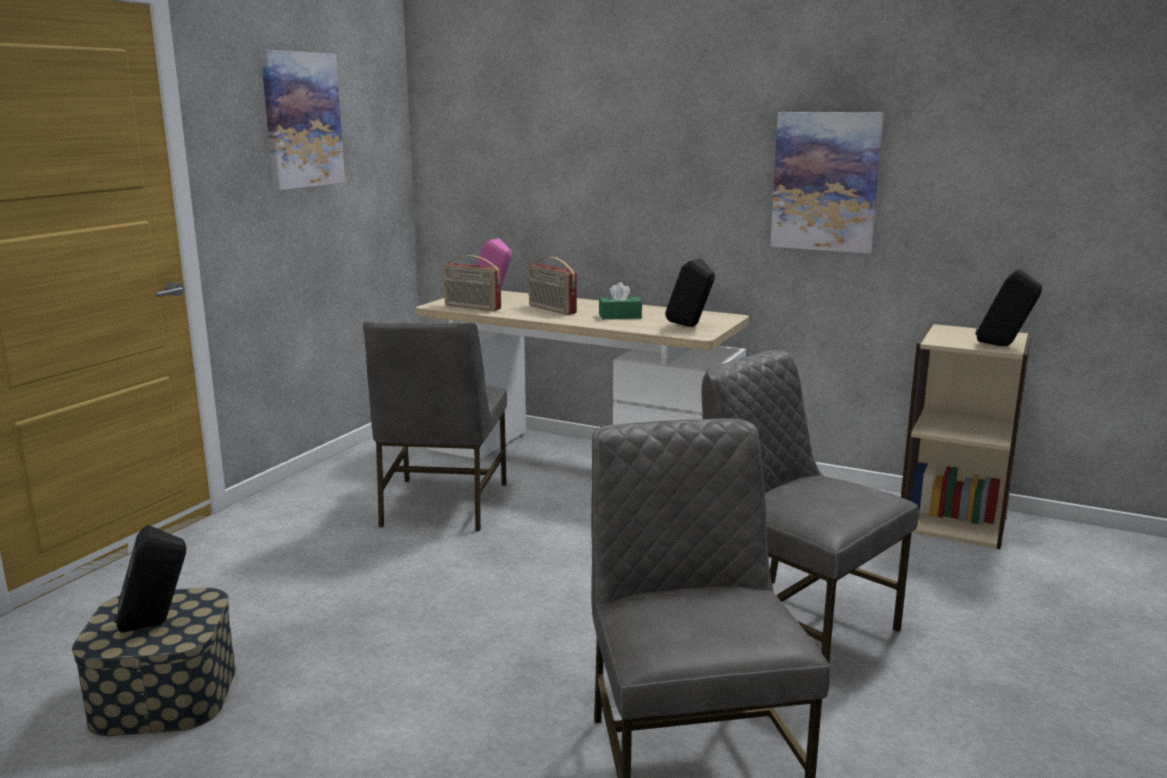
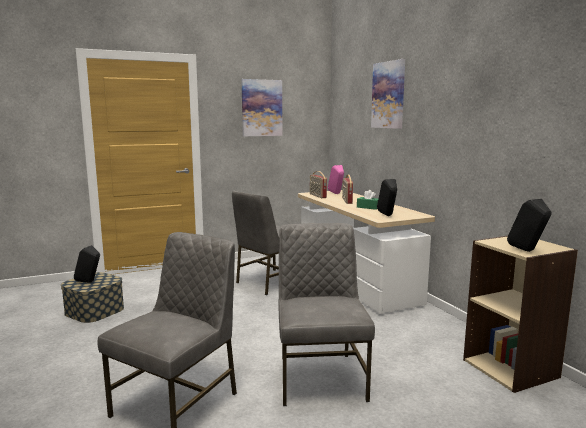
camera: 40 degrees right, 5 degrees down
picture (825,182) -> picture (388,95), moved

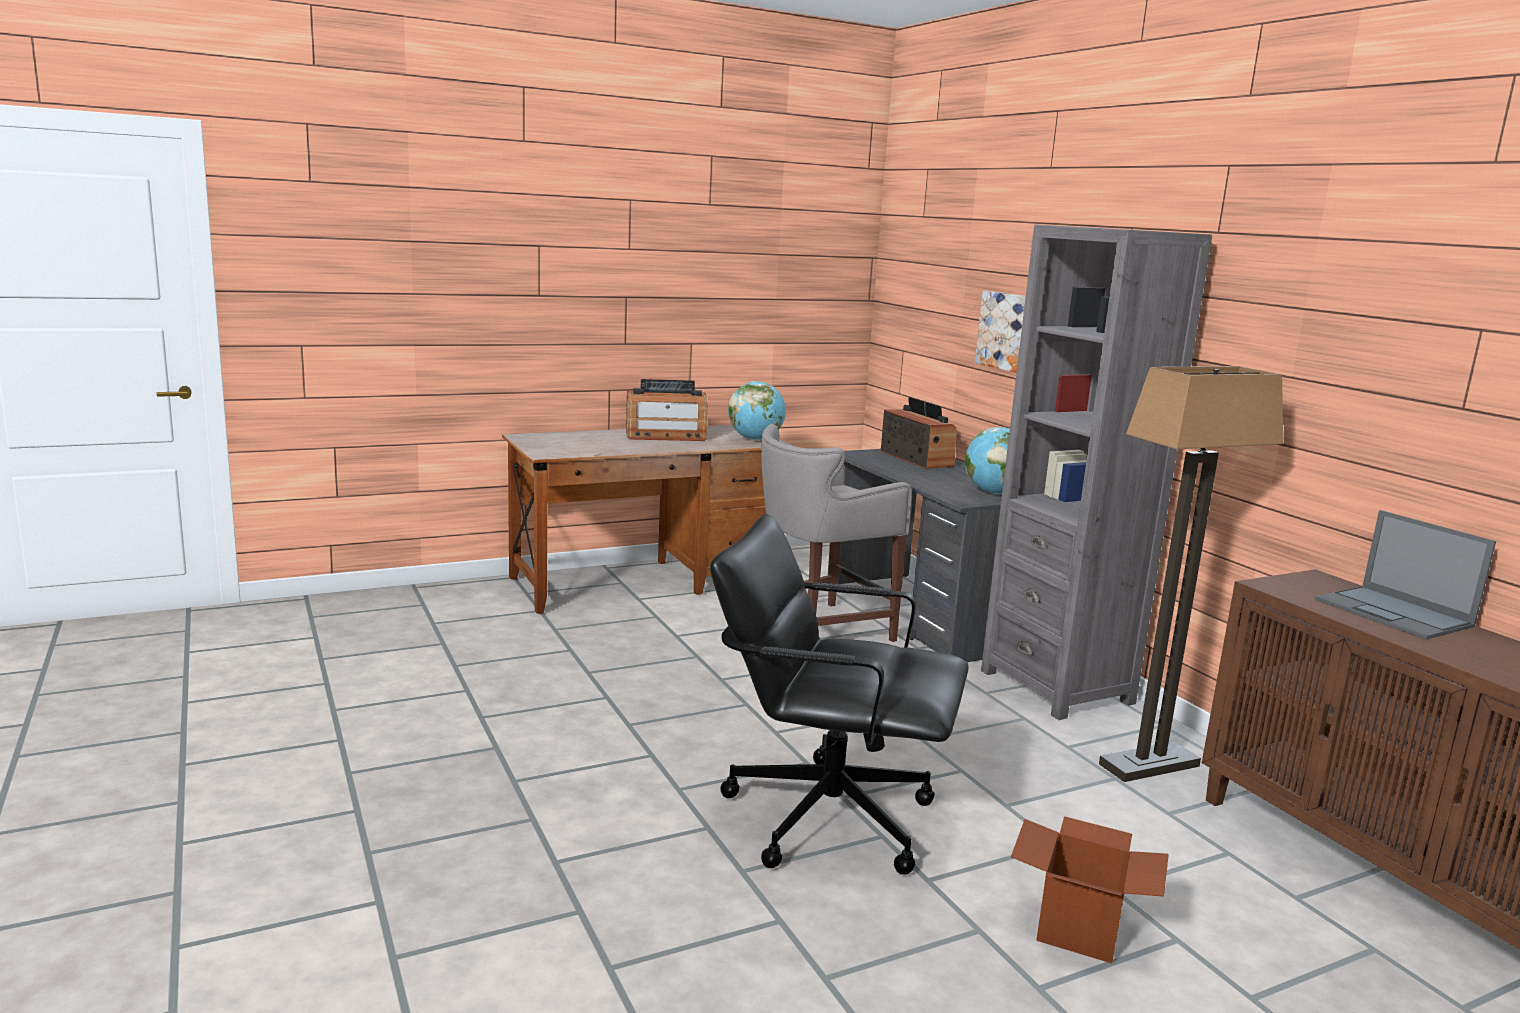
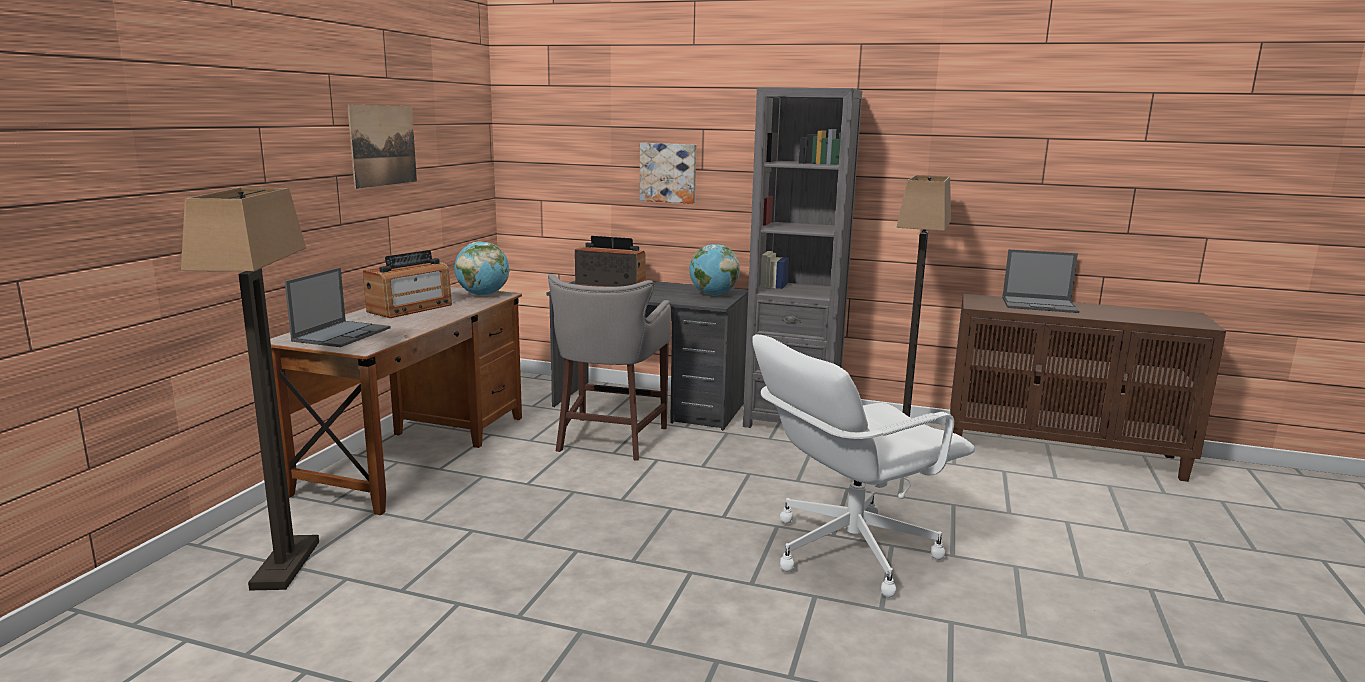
camera: 45 degrees left, 0 degrees up
cardboard box (1079,930) -> none
none -> floor lamp (286,565)
none -> laptop (342,334)
none -> picture (383,145)
black office chair (827,815) -> white office chair (849,550)

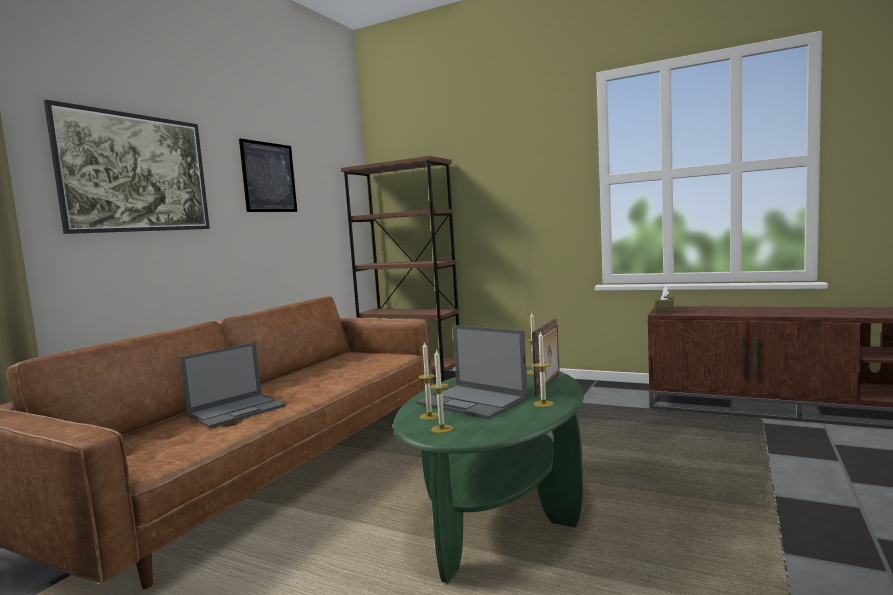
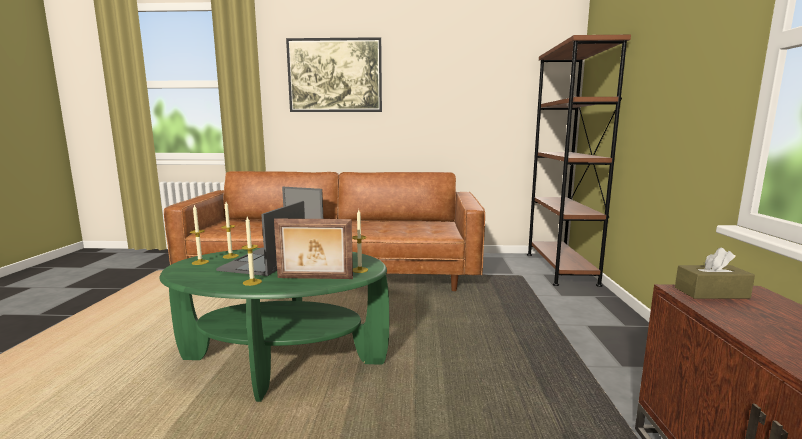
camera: 65 degrees right, 5 degrees up
picture (269,177) -> none

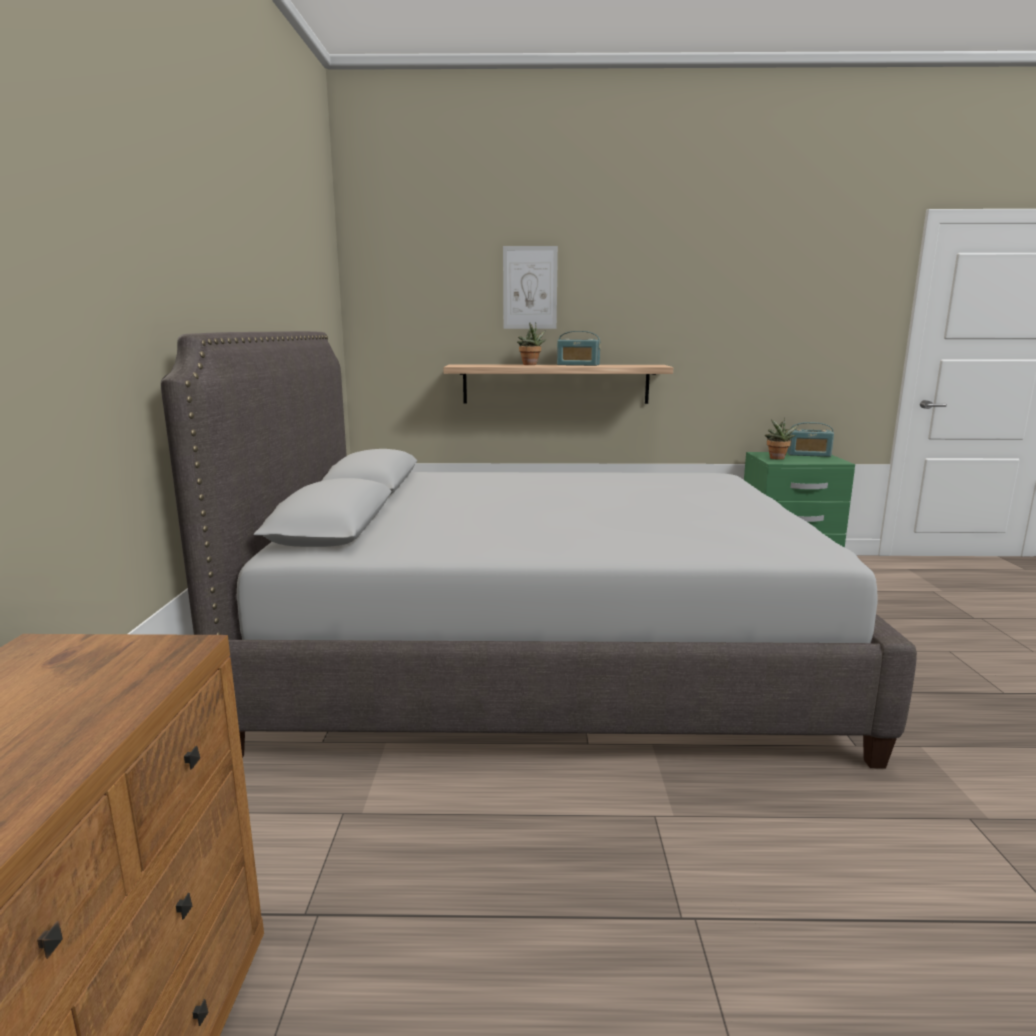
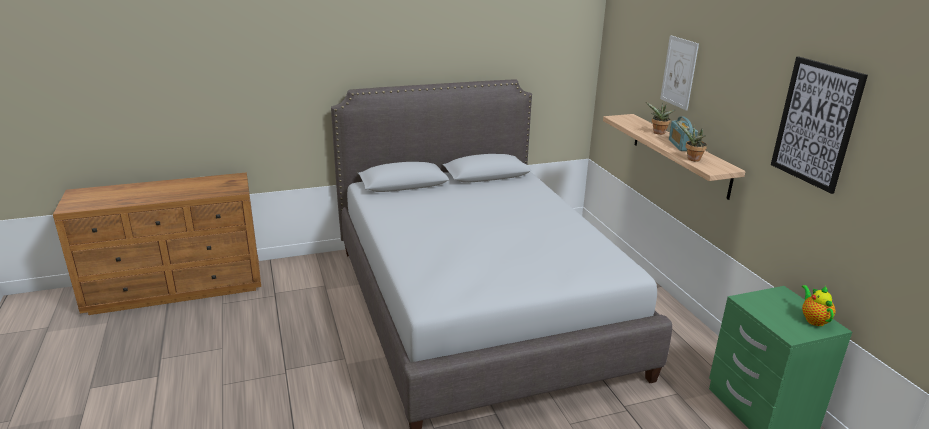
camera: 70 degrees right, 10 degrees up
none -> picture (816,123)
potted plant (777,458) -> potted plant (691,159), moved
radio (808,454) -> teapot (813,319)

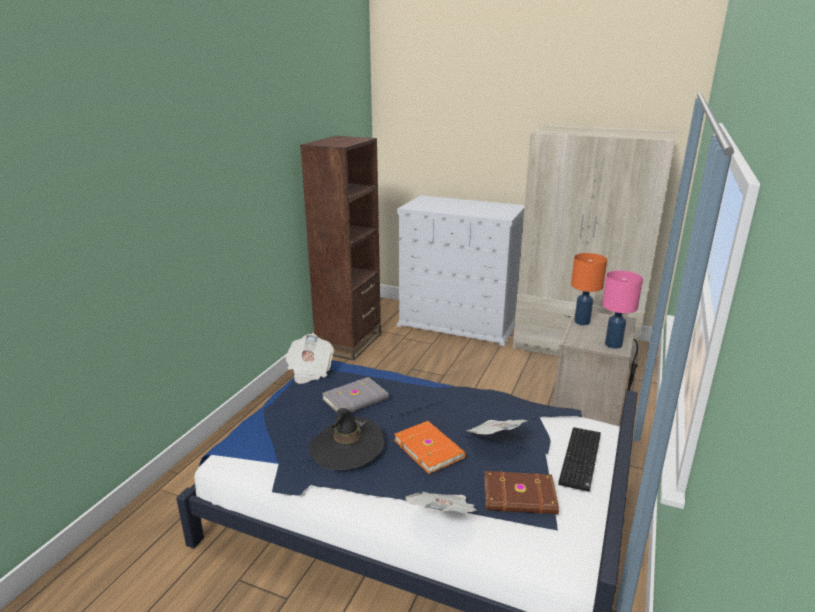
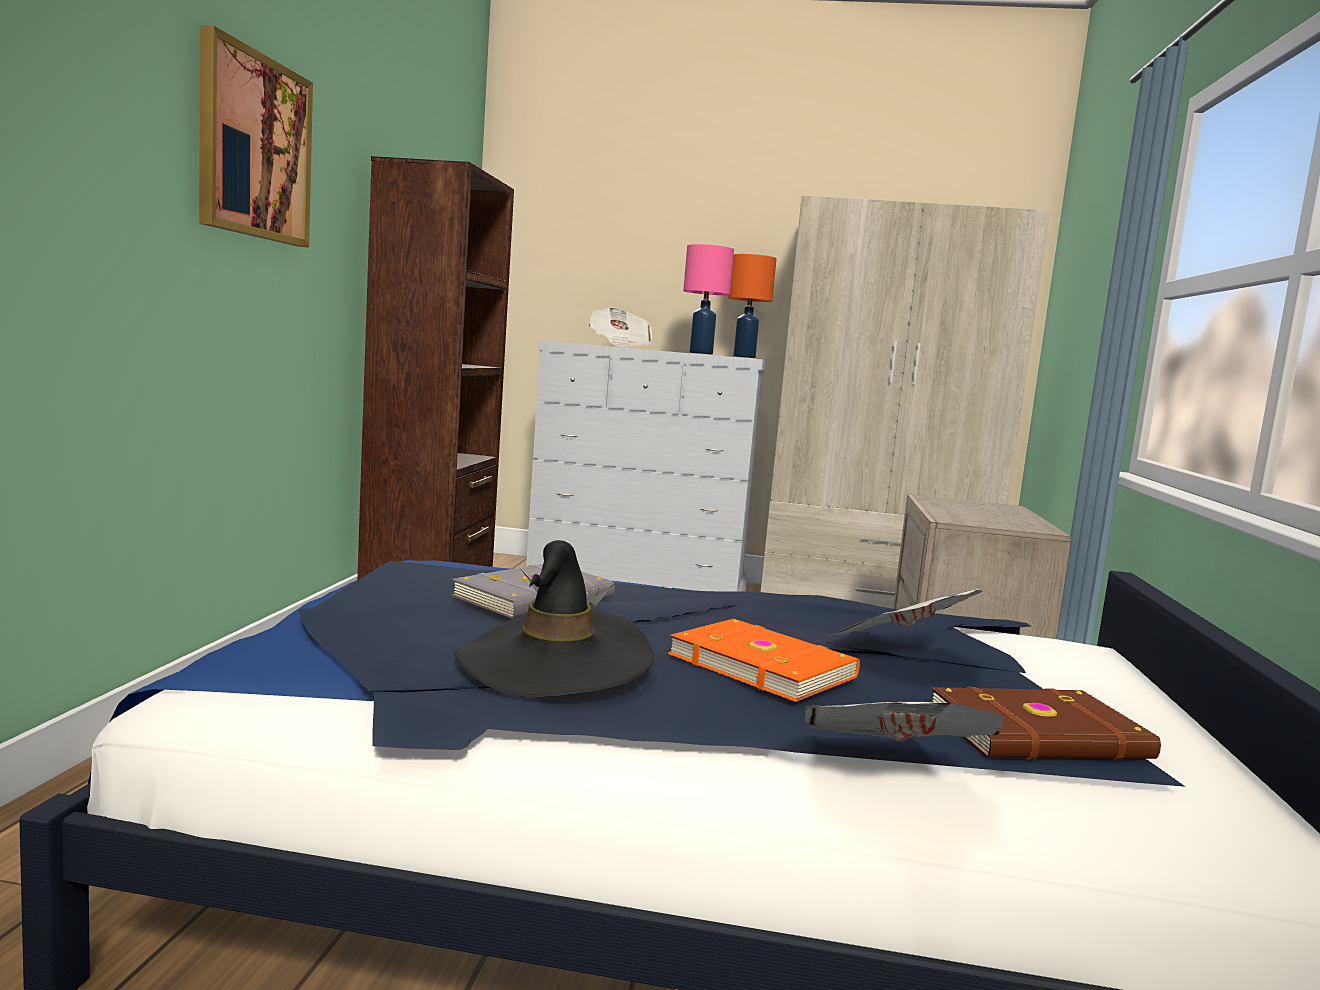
camera: 15 degrees left, 15 degrees down
keyboard (581,460) -> none
none -> picture (254,147)
newspaper (309,371) -> newspaper (619,346), moved
orange table lamp (581,322) -> orange table lamp (743,357), moved
pink table lamp (613,344) -> pink table lamp (700,353), moved

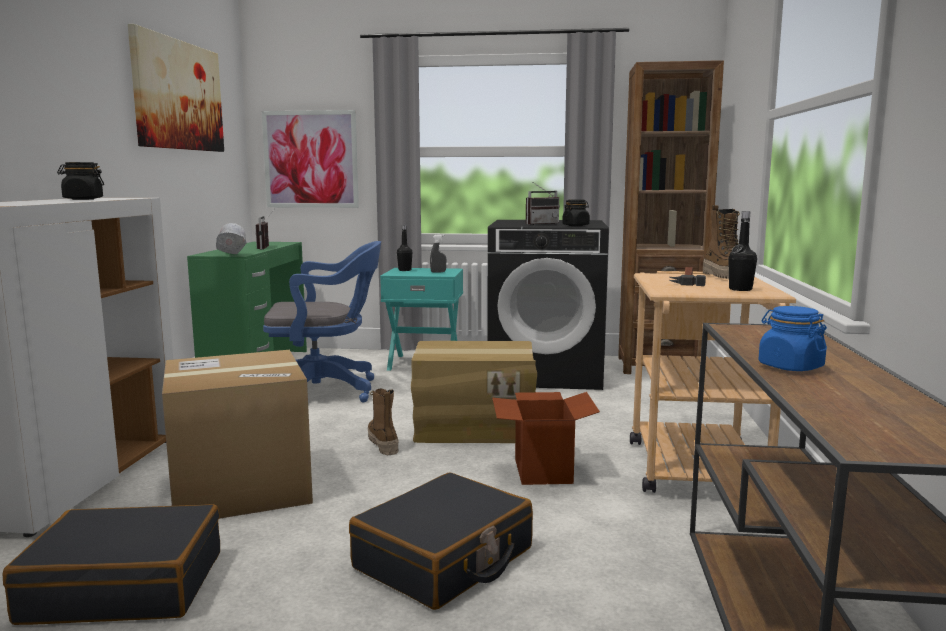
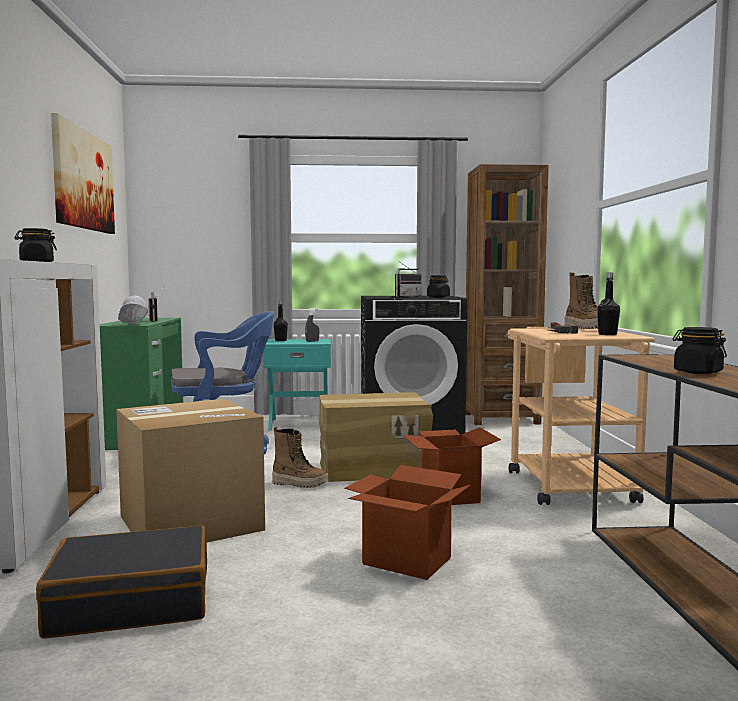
camera: 10 degrees left, 5 degrees down
picture (310,159) -> none
black suitcase (444,559) -> cardboard box (406,561)
blue jar (790,367) -> black jar (697,372)
boot (383,444) -> boot (300,484), 135 degrees clockwise

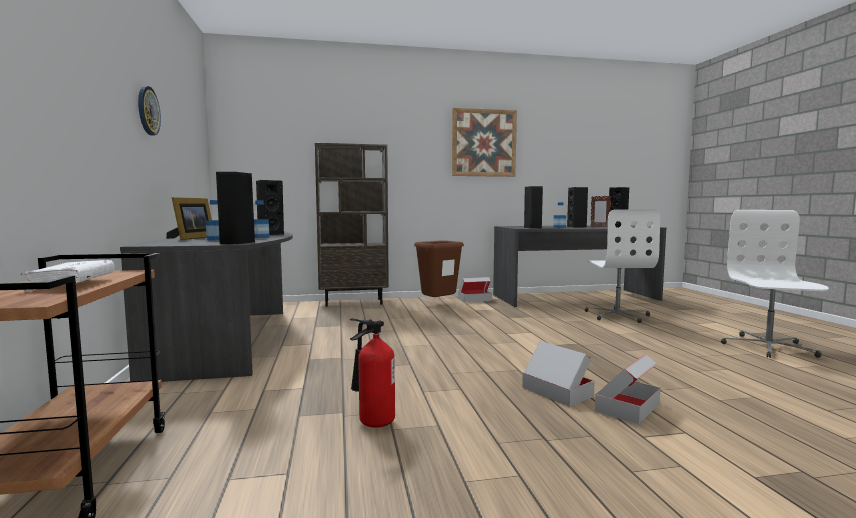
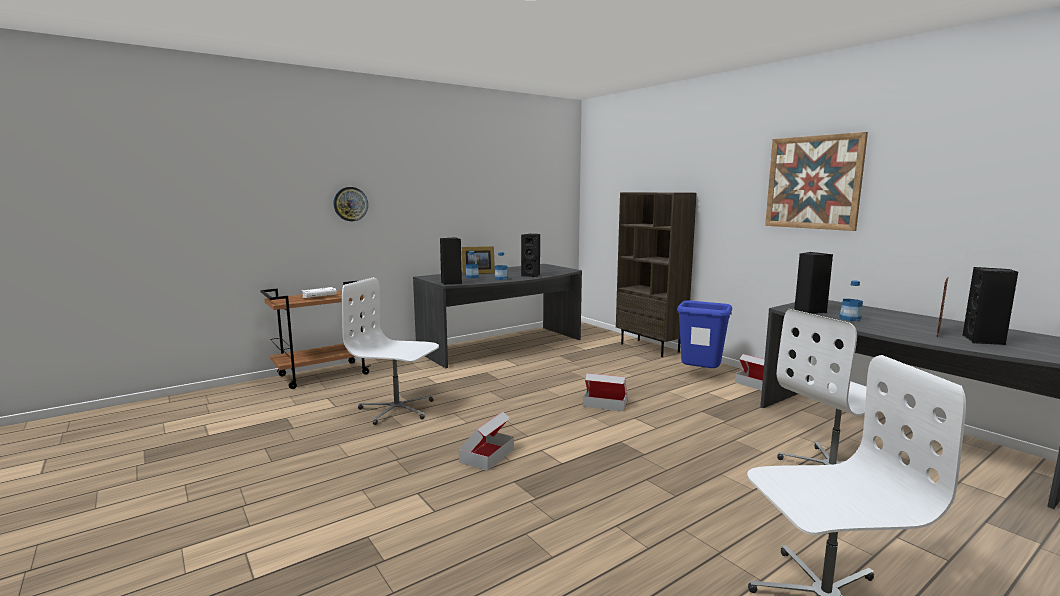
camera: 65 degrees right, 5 degrees up
black speaker (577,227) -> none
wall clock (148,111) -> wall clock (350,204), moved
cardboard box (627,407) -> cardboard box (605,403), moved
fire extinguisher (371,422) -> white office chair (397,410)
brown trash can (439,305) -> blue trash can (700,375)

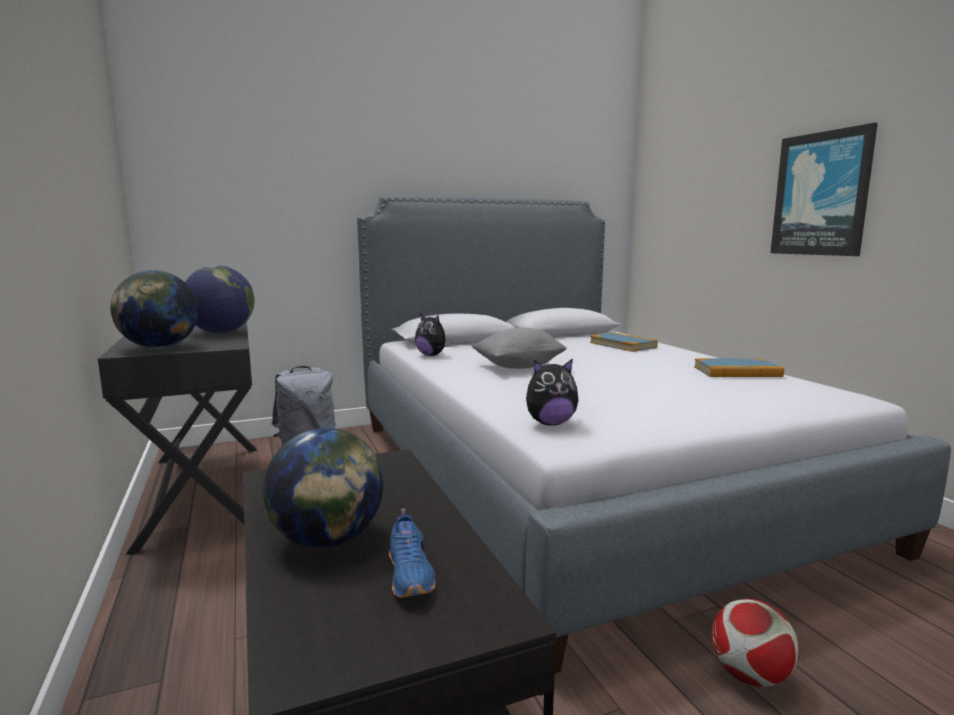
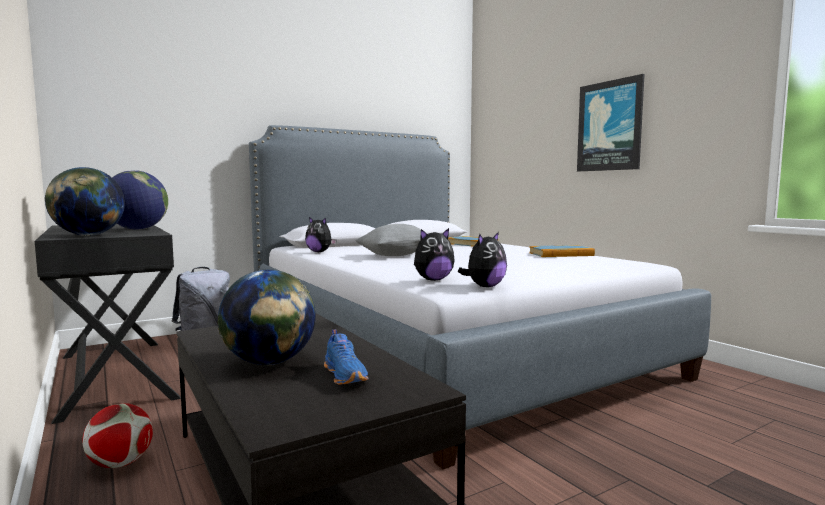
camera: 10 degrees left, 5 degrees down
none -> plush toy (484,286)
football (749,675) -> football (120,463), moved

